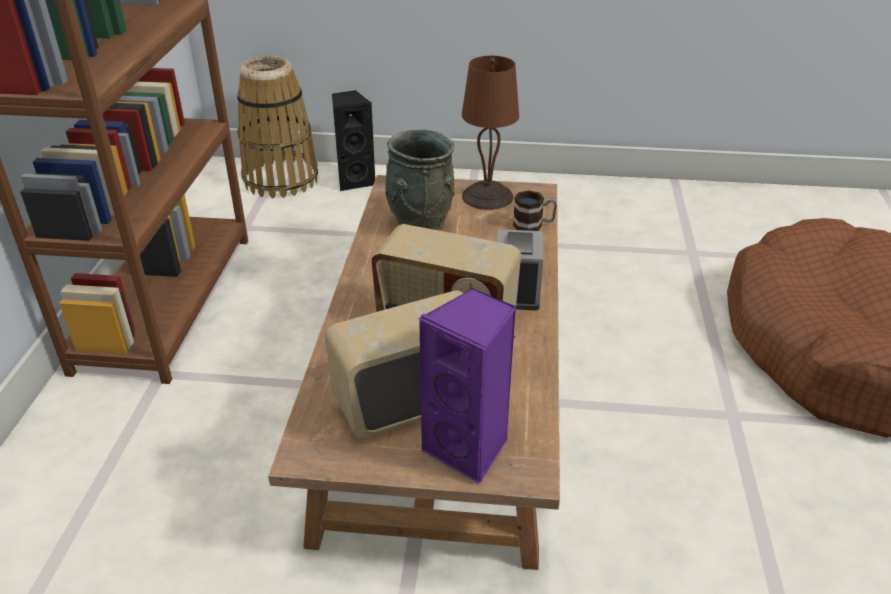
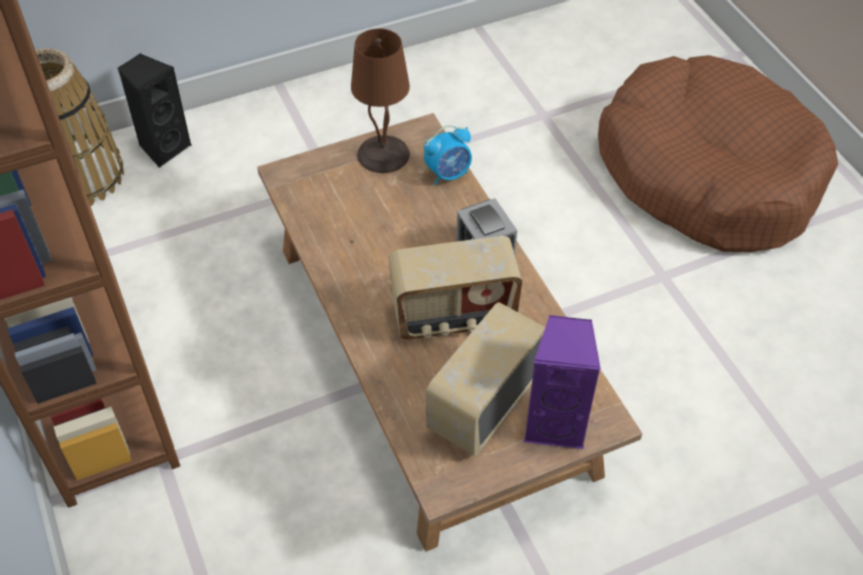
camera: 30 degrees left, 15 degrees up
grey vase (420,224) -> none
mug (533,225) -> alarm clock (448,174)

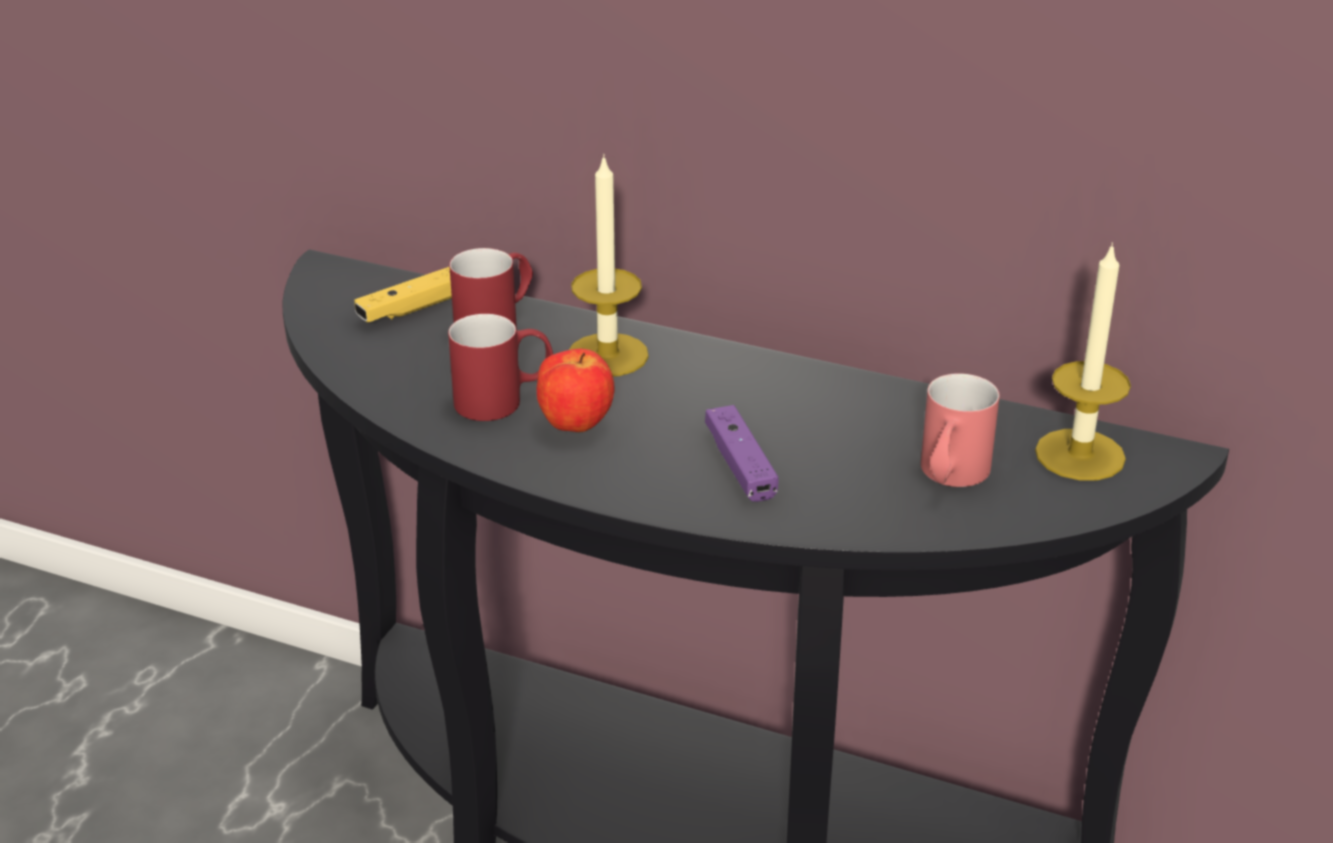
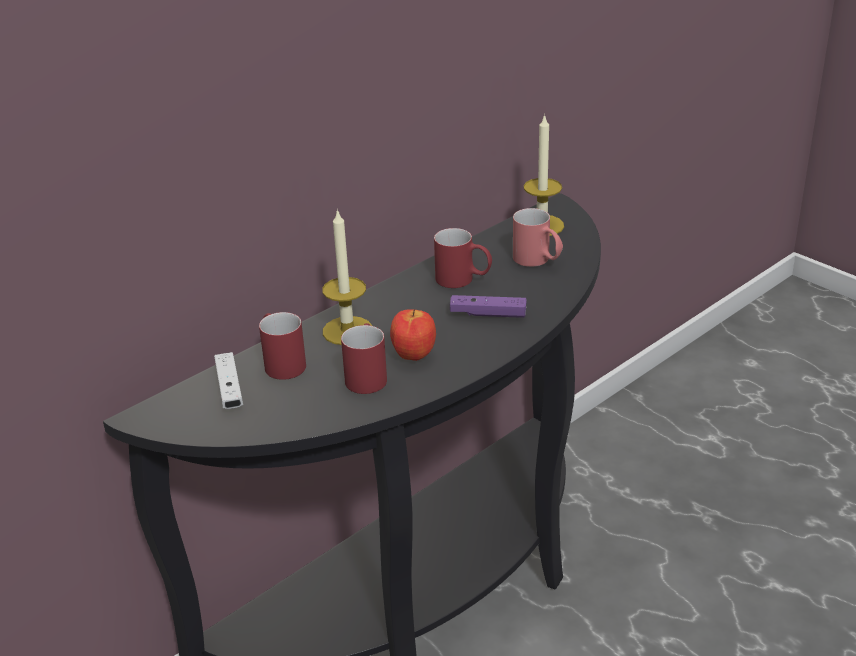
camera: 65 degrees left, 0 degrees up
none -> red mug (463,280)
yellow game controller (413,308) -> white game controller (229,389)

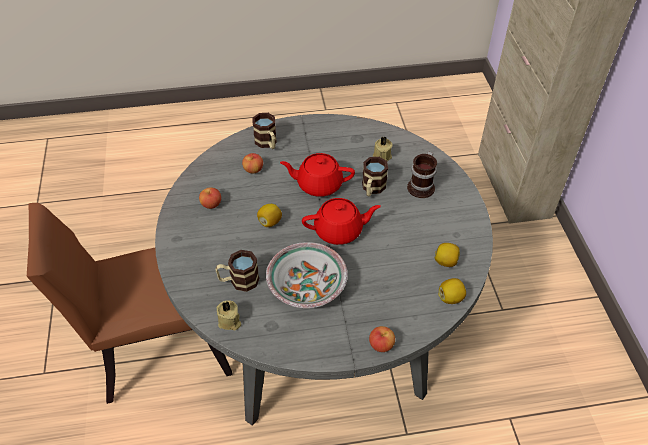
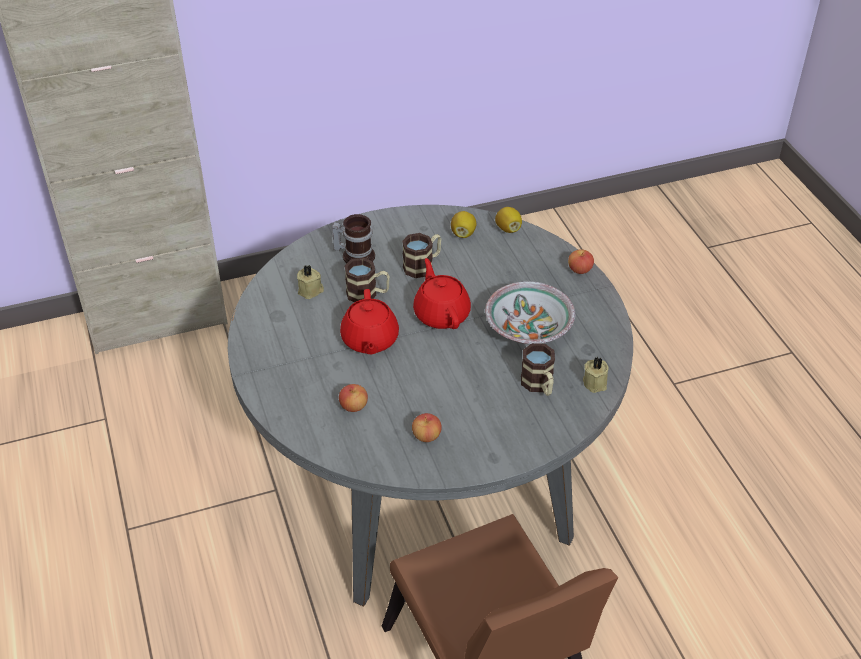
camera: 100 degrees left, 5 degrees down
lemon (270,222) -> none
mug (267,143) -> mug (423,265), moved

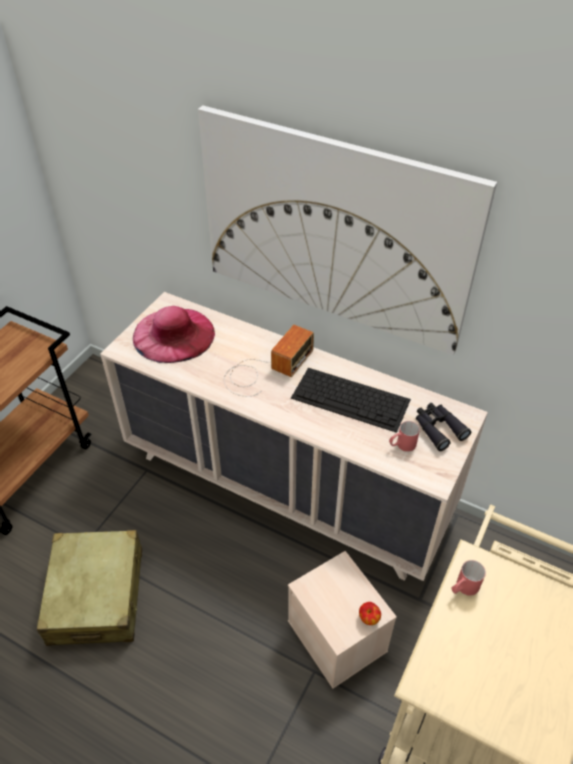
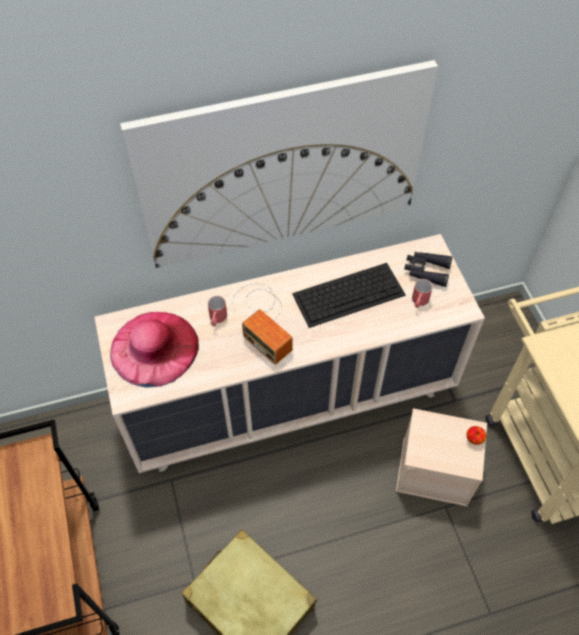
camera: 45 degrees left, 10 degrees up
red mug (463,588) -> red mug (217,319), moved
radio (265,369) -> radio (263,319), 150 degrees clockwise

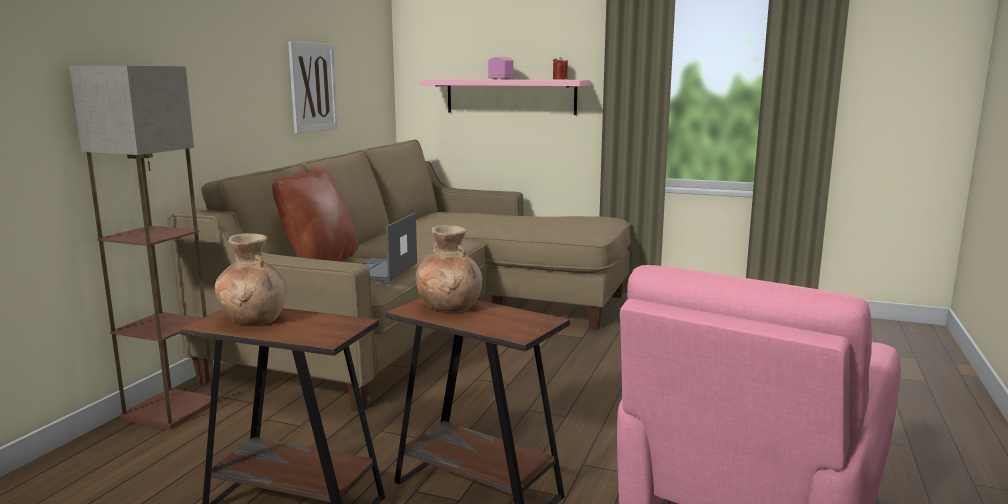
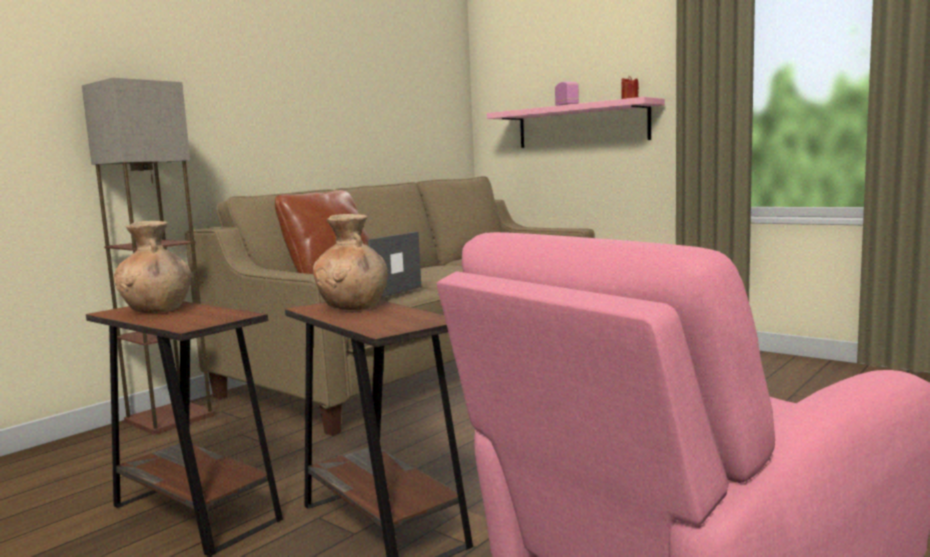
camera: 20 degrees right, 5 degrees down
picture (313,87) -> none

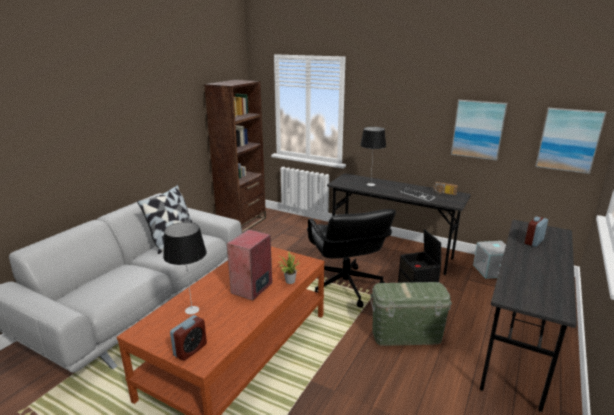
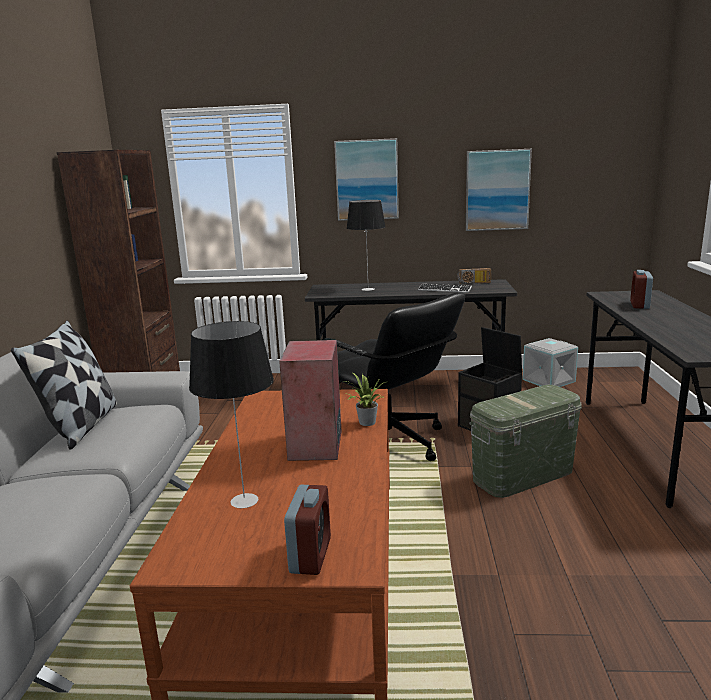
camera: 25 degrees left, 5 degrees down
picture (568,140) -> picture (367,180), moved

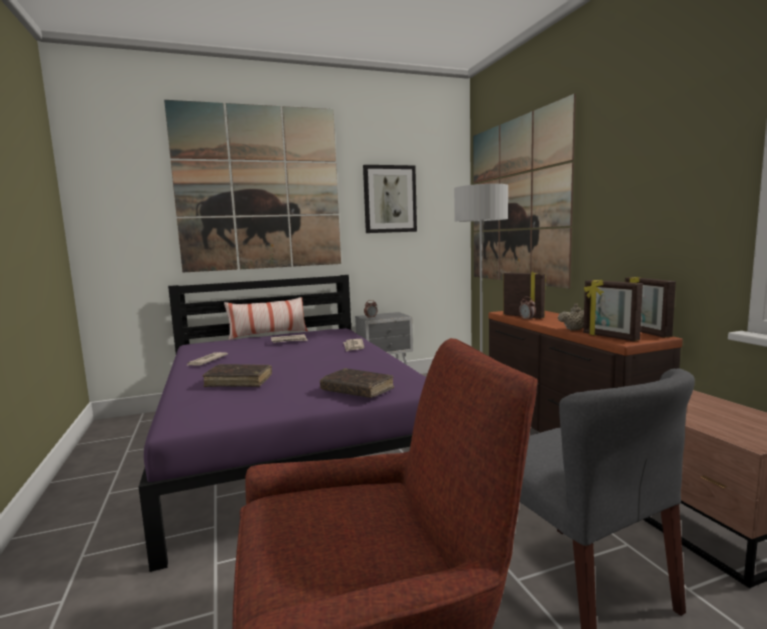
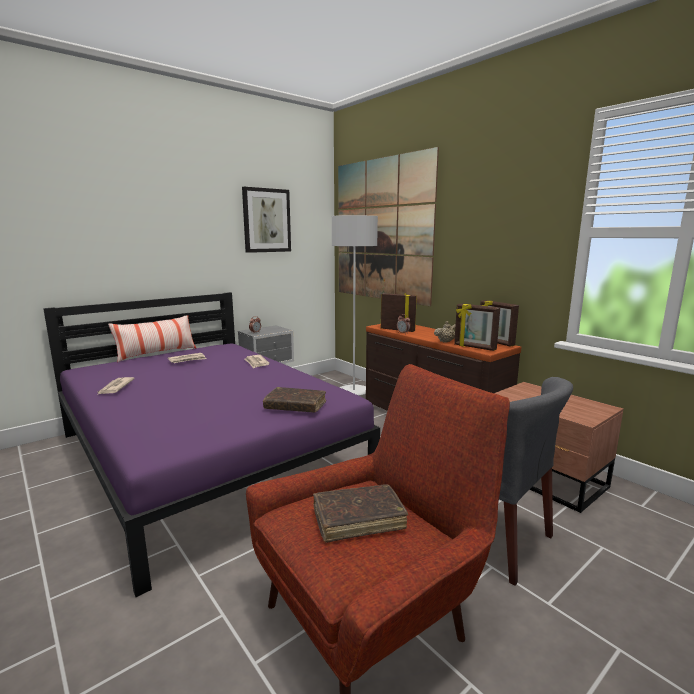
camera: 20 degrees left, 5 degrees up
picture (259,188) -> none
brown book (239,382) -> brown book (358,519), moved

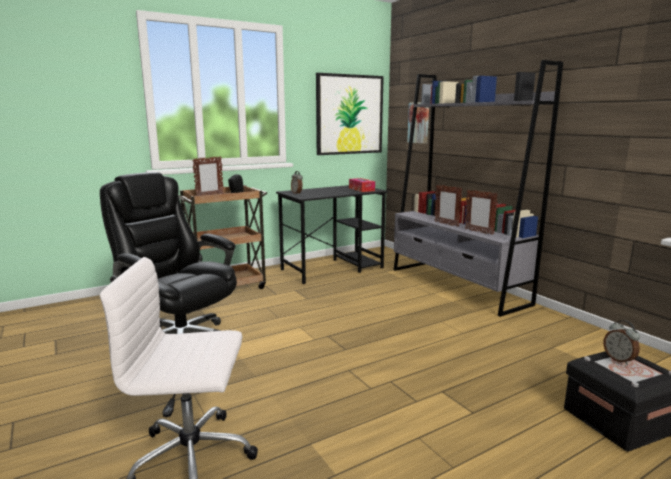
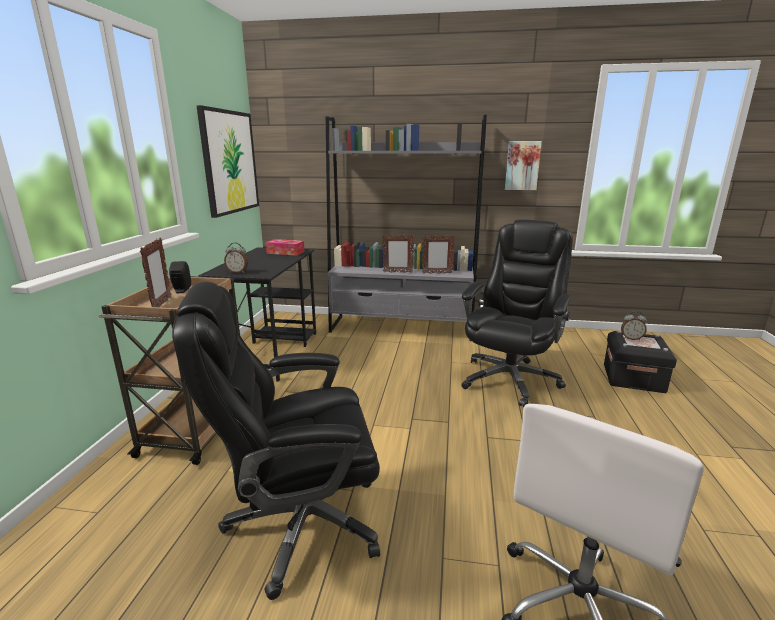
camera: 50 degrees left, 5 degrees up
none -> black office chair (510,378)
picture (419,122) -> picture (522,165), moved

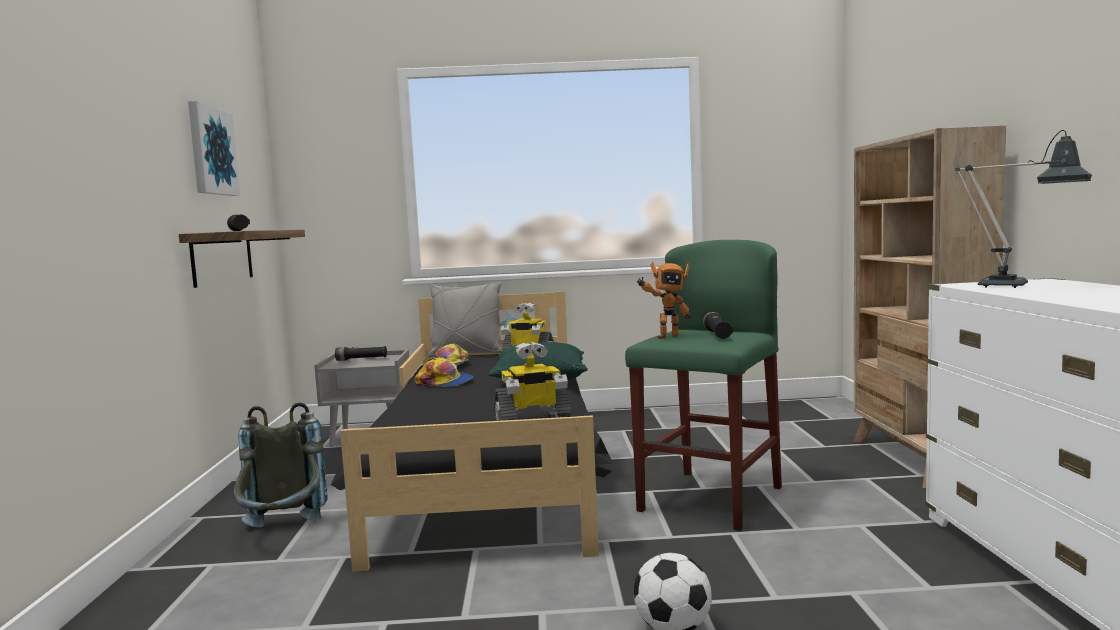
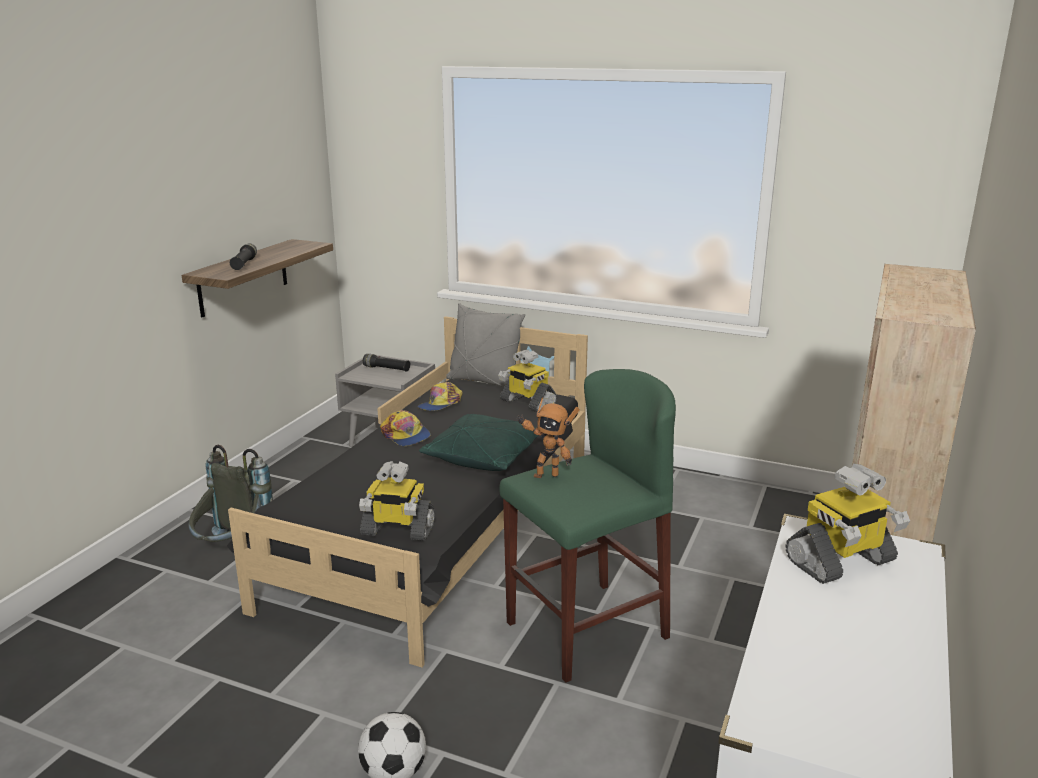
camera: 25 degrees right, 15 degrees up
picture (211,151) -> none
black flashlight (717,335) -> none
table lamp (1016,286) -> toy robot (840,562)

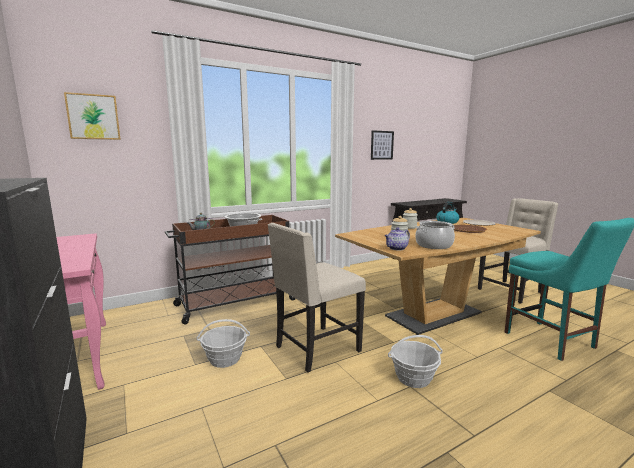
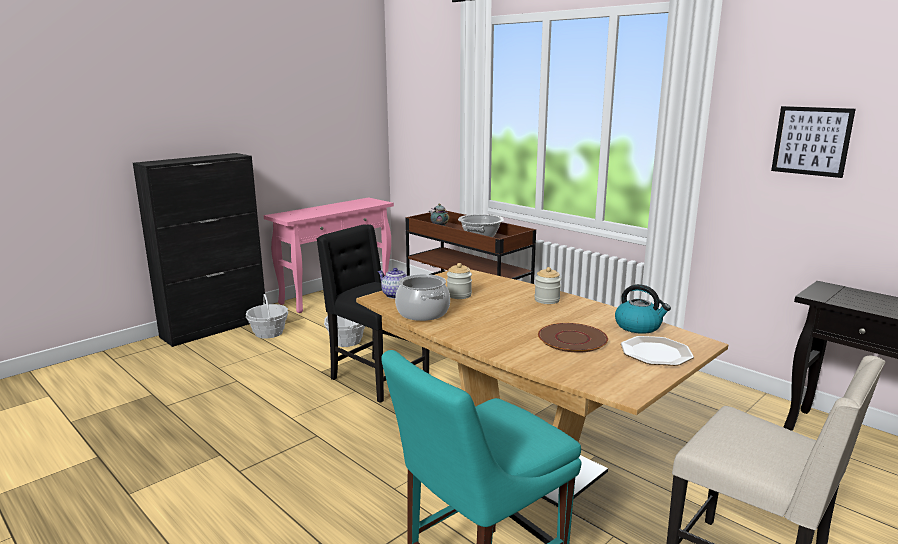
camera: 75 degrees right, 5 degrees up
picture (93,117) -> none
basket (413,378) -> basket (269,333), moved
beige chair (316,349) -> black chair (377,378)

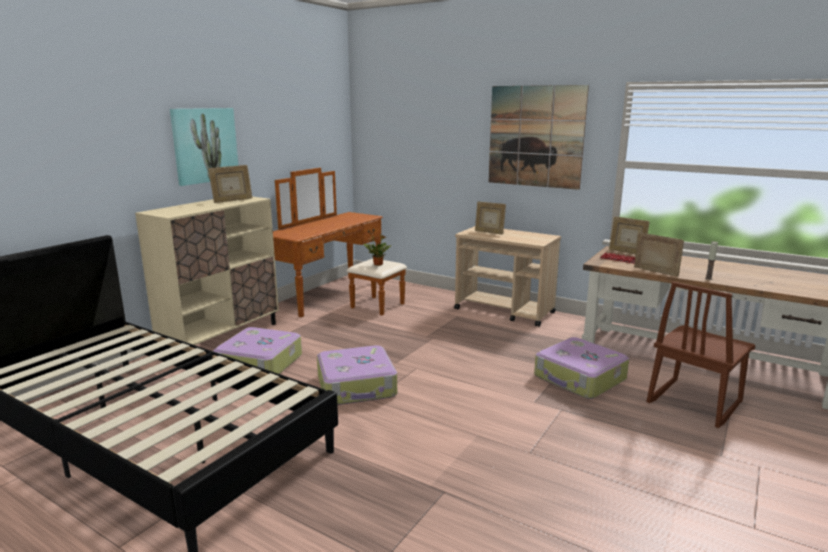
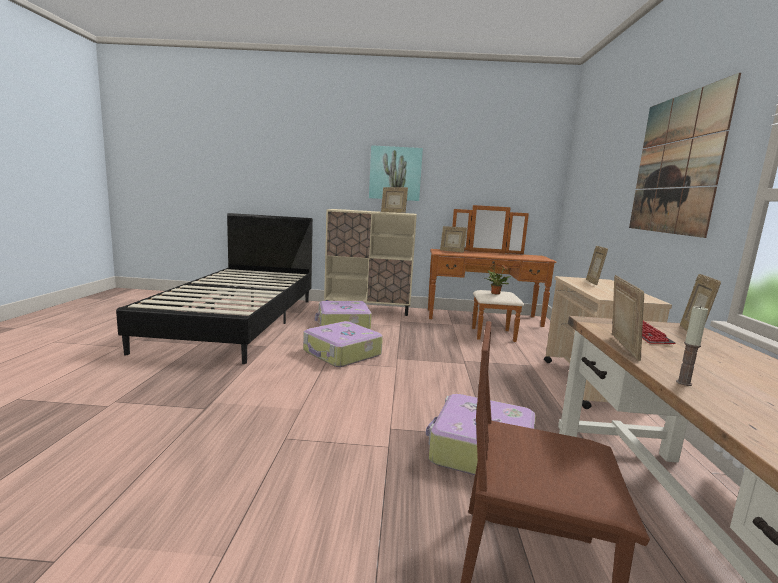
camera: 60 degrees right, 5 degrees down
none -> picture frame (452,251)

